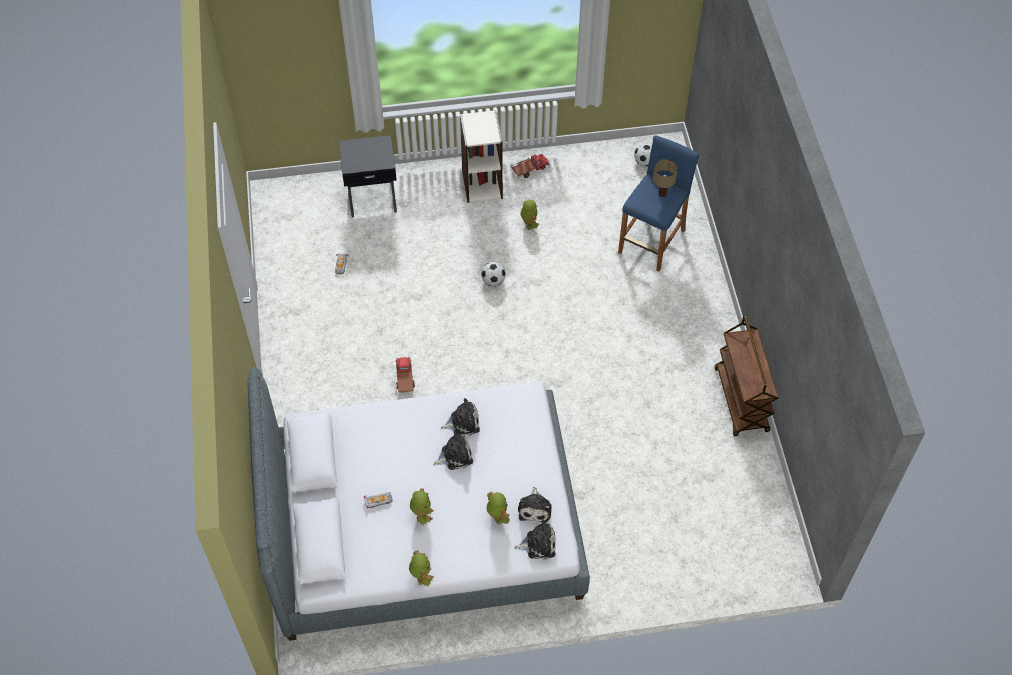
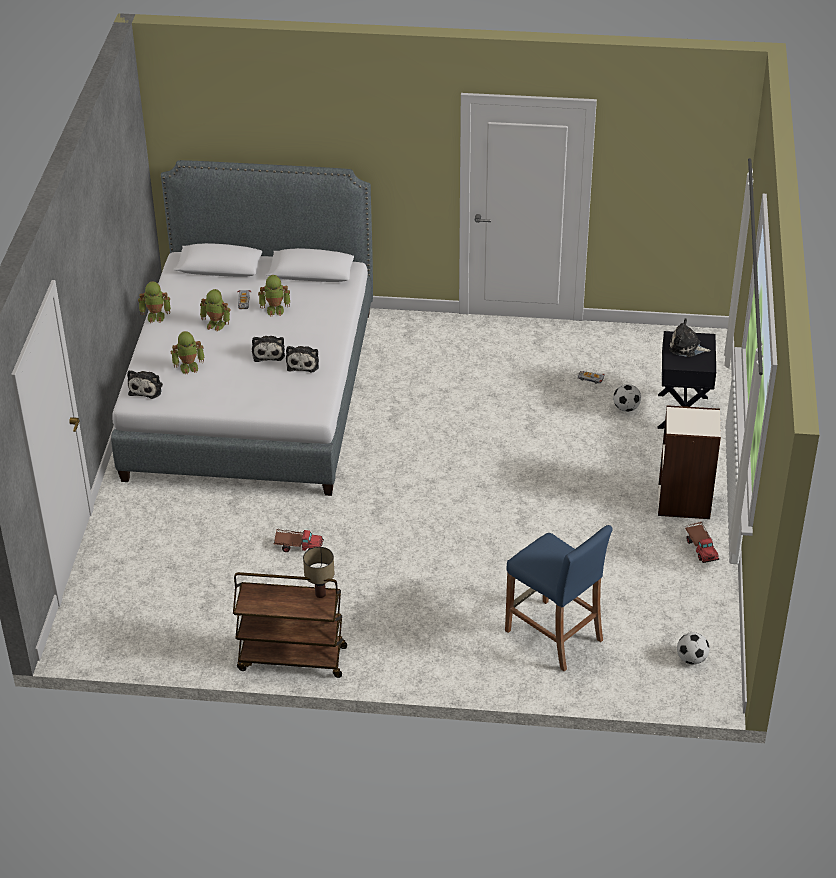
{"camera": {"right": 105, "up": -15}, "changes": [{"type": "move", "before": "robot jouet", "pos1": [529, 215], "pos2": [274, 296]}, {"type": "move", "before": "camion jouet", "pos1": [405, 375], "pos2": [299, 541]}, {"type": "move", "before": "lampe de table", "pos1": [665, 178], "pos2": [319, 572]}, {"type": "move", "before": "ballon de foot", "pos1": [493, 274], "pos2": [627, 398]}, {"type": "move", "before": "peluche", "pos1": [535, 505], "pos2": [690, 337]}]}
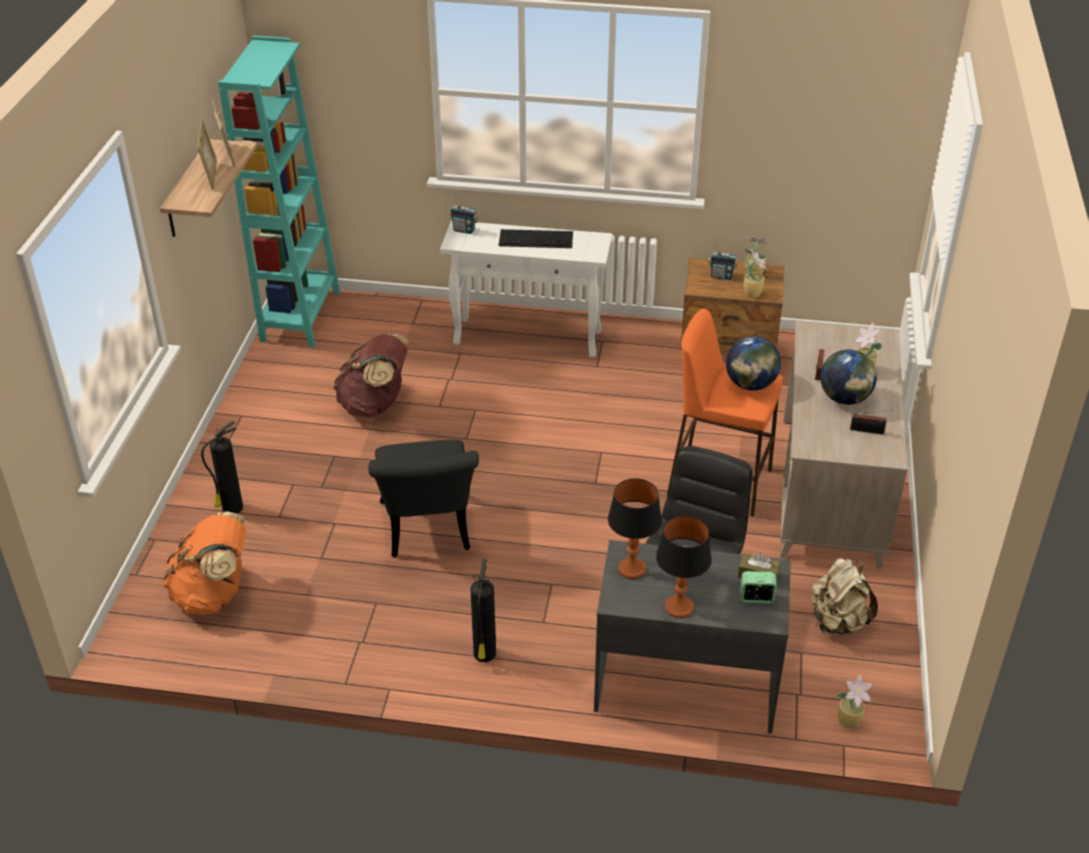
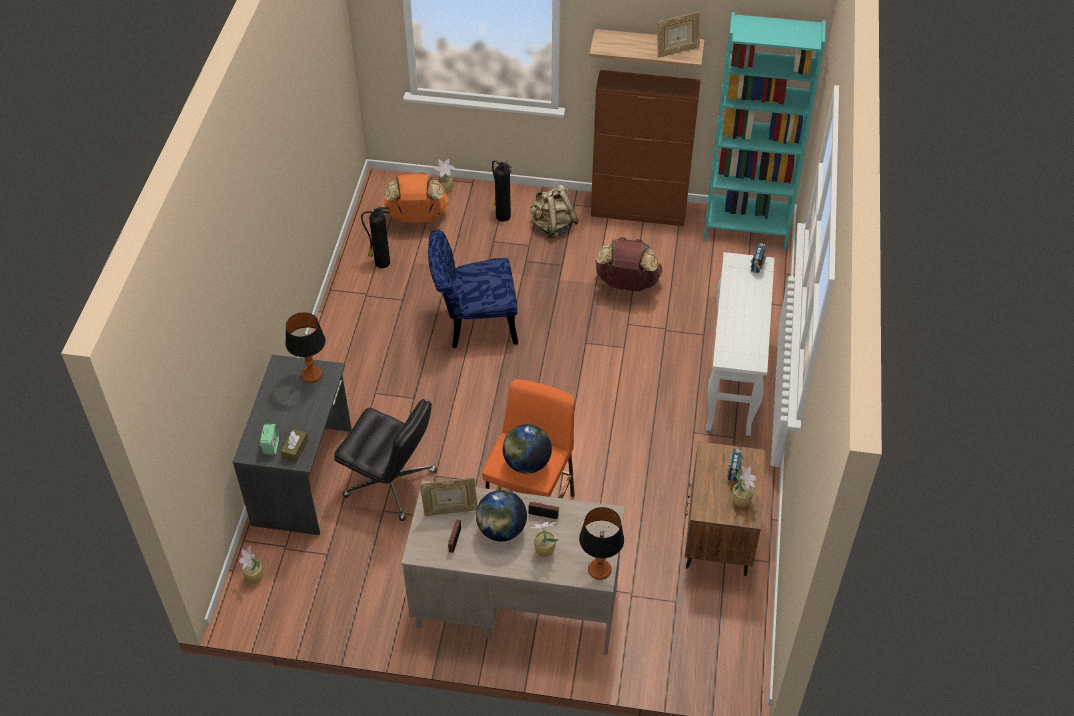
{"camera": {"right": 90, "up": 10}, "changes": [{"type": "move", "before": "extincteur", "pos1": [483, 610], "pos2": [376, 237]}, {"type": "move", "before": "cadre photo", "pos1": [207, 154], "pos2": [449, 497]}, {"type": "recolor", "before": "chaise/noir", "after": "chaise/bleu", "pos1": [423, 499], "pos2": [473, 289]}, {"type": "move", "before": "plante en pot", "pos1": [755, 273], "pos2": [445, 176]}, {"type": "move", "before": "sac à dos/beige", "pos1": [845, 596], "pos2": [554, 211]}, {"type": "move", "before": "lampe de table", "pos1": [684, 567], "pos2": [601, 543]}, {"type": "insert", "after": "meuble de rangement/marron", "pos2": [646, 148]}, {"type": "delete", "before": "clavier", "pos1": [535, 238]}]}
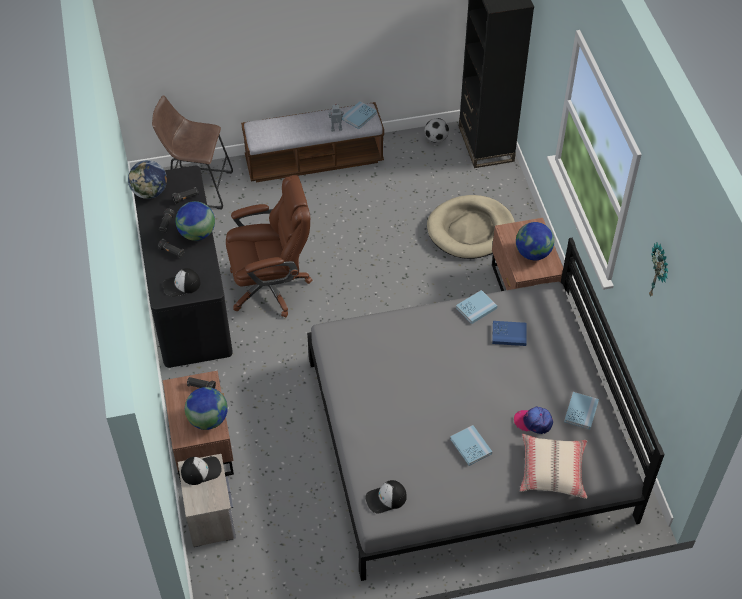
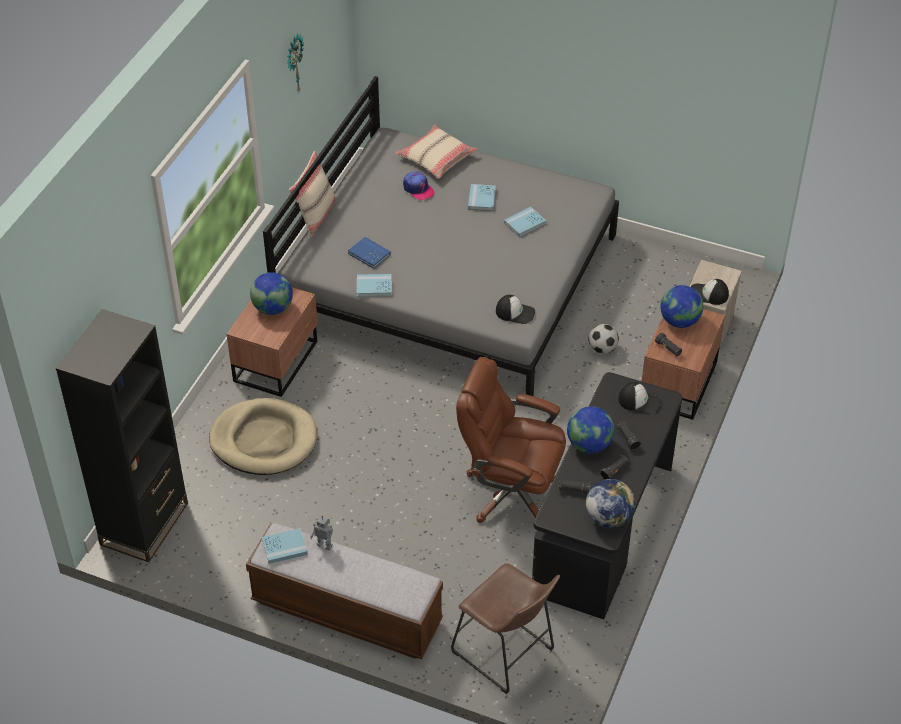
{"camera": {"right": -145, "up": -5}, "changes": [{"type": "insert", "after": "coussin/beige", "pos2": [313, 194]}, {"type": "move", "before": "casquette", "pos1": [386, 497], "pos2": [515, 309]}, {"type": "move", "before": "livre/bleu", "pos1": [581, 411], "pos2": [525, 222]}, {"type": "move", "before": "ballon de foot", "pos1": [437, 130], "pos2": [604, 339]}]}
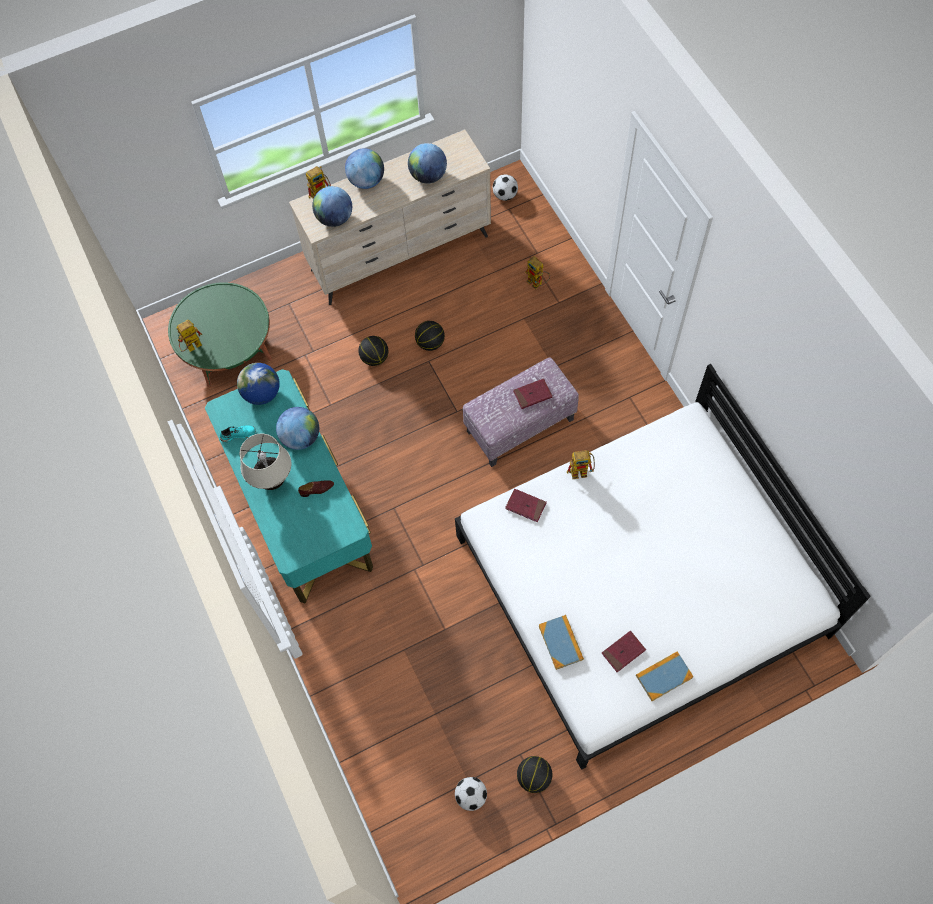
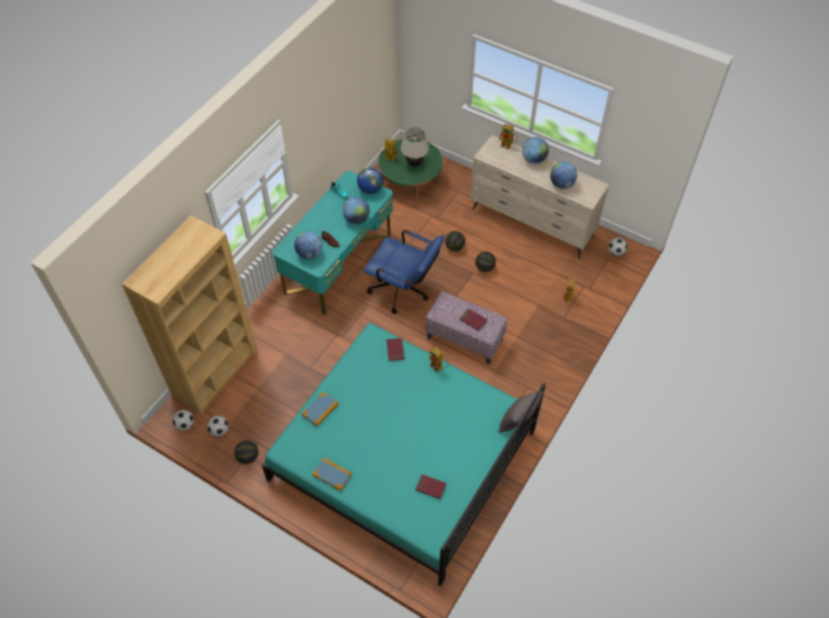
{"camera": {"right": 55, "up": -10}, "changes": [{"type": "insert", "after": "bibliothèque/marron", "pos2": [189, 314]}, {"type": "insert", "after": "ballon de foot", "pos2": [183, 420]}, {"type": "recolor", "before": "lit/blanc", "after": "lit/turquoise", "pos1": [663, 567], "pos2": [404, 454]}, {"type": "move", "before": "globe", "pos1": [332, 206], "pos2": [308, 245]}, {"type": "insert", "after": "chaise de bureau/bleu", "pos2": [404, 272]}, {"type": "move", "before": "lampe de table/beige", "pos1": [265, 462], "pos2": [415, 147]}, {"type": "move", "before": "livre/rouge", "pos1": [624, 651], "pos2": [430, 486]}, {"type": "insert", "after": "coussin/gris", "pos2": [520, 412]}]}
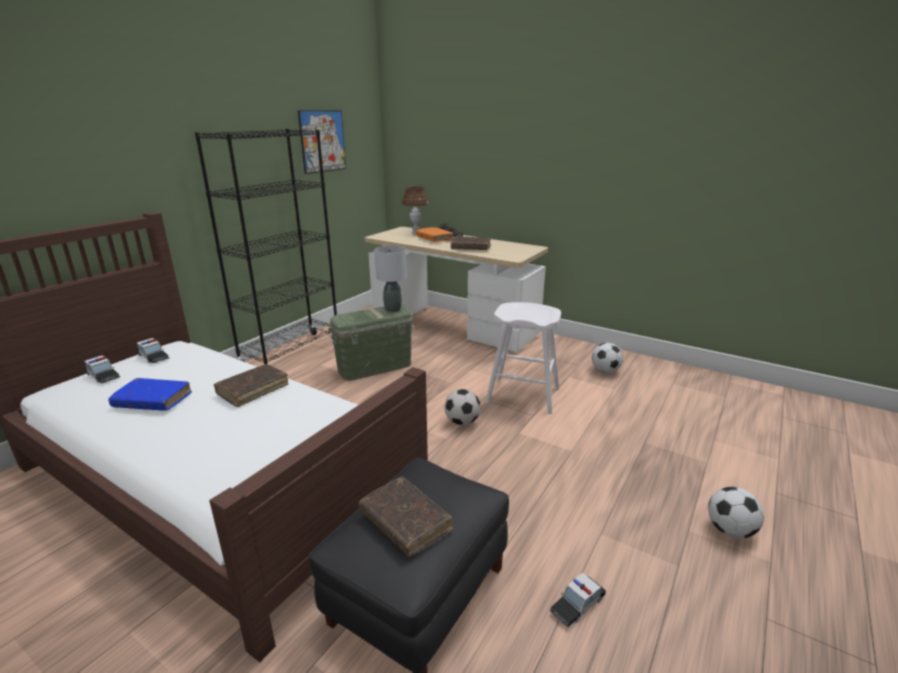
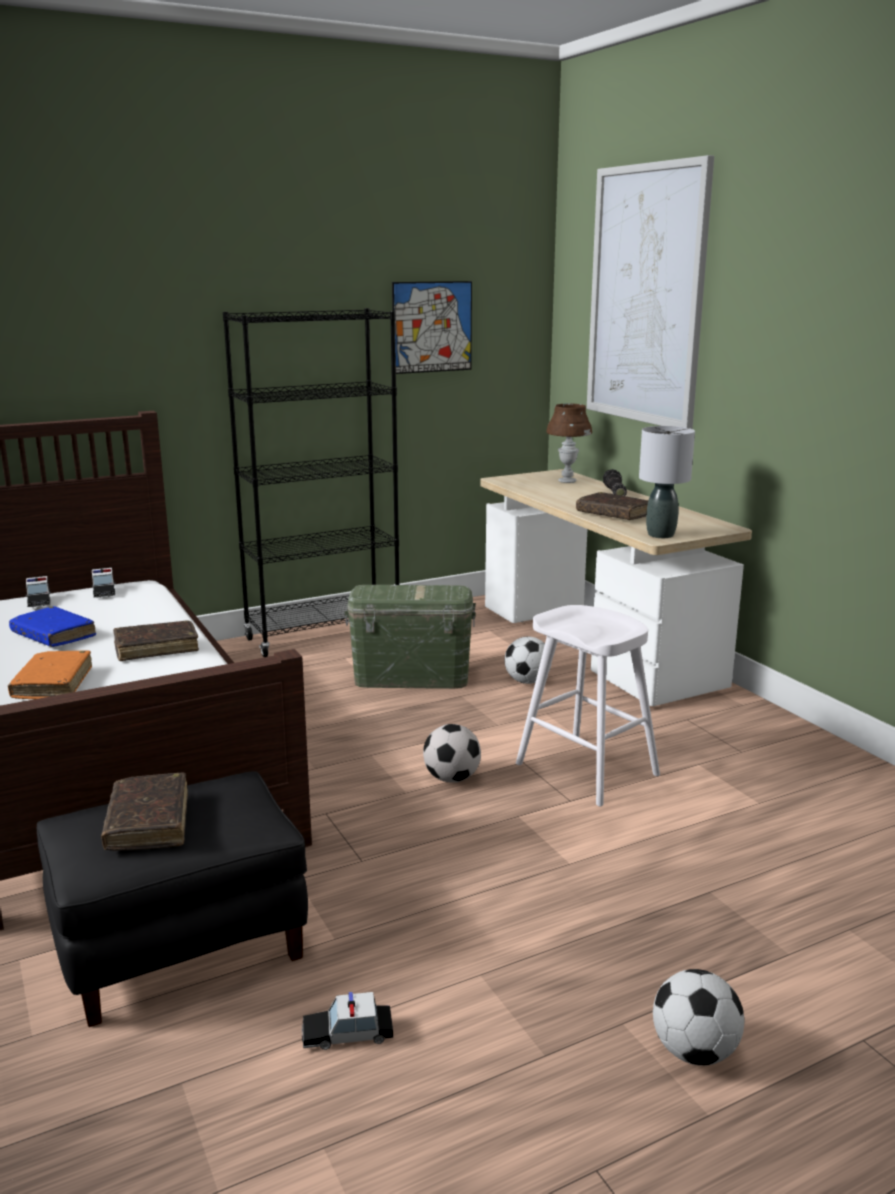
{"camera": {"right": 30, "up": -5}, "changes": [{"type": "move", "before": "livre/orange", "pos1": [435, 234], "pos2": [50, 675]}, {"type": "move", "before": "ballon de foot", "pos1": [607, 358], "pos2": [528, 660]}, {"type": "insert", "after": "tableau", "pos2": [650, 292]}, {"type": "move", "before": "lampe de table/gris", "pos1": [391, 278], "pos2": [667, 482]}]}
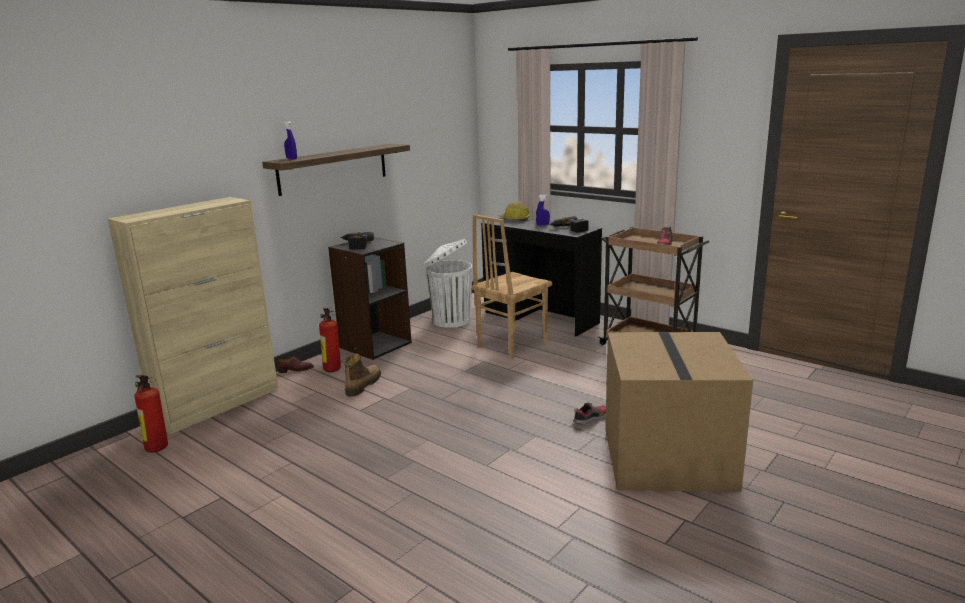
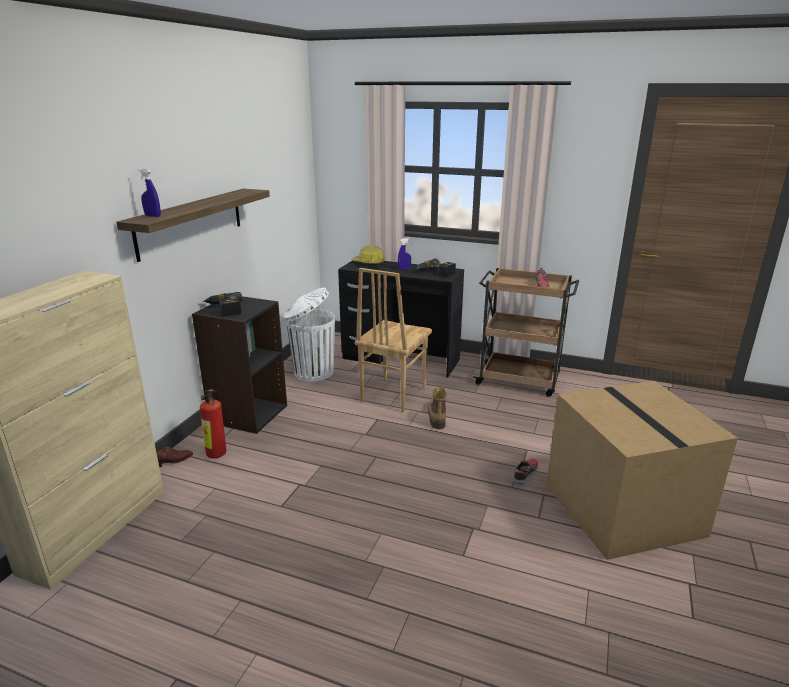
{"camera": {"right": -20, "up": 5}, "changes": [{"type": "move", "before": "botte", "pos1": [362, 375], "pos2": [437, 408]}, {"type": "delete", "before": "extincteur", "pos1": [151, 414]}]}
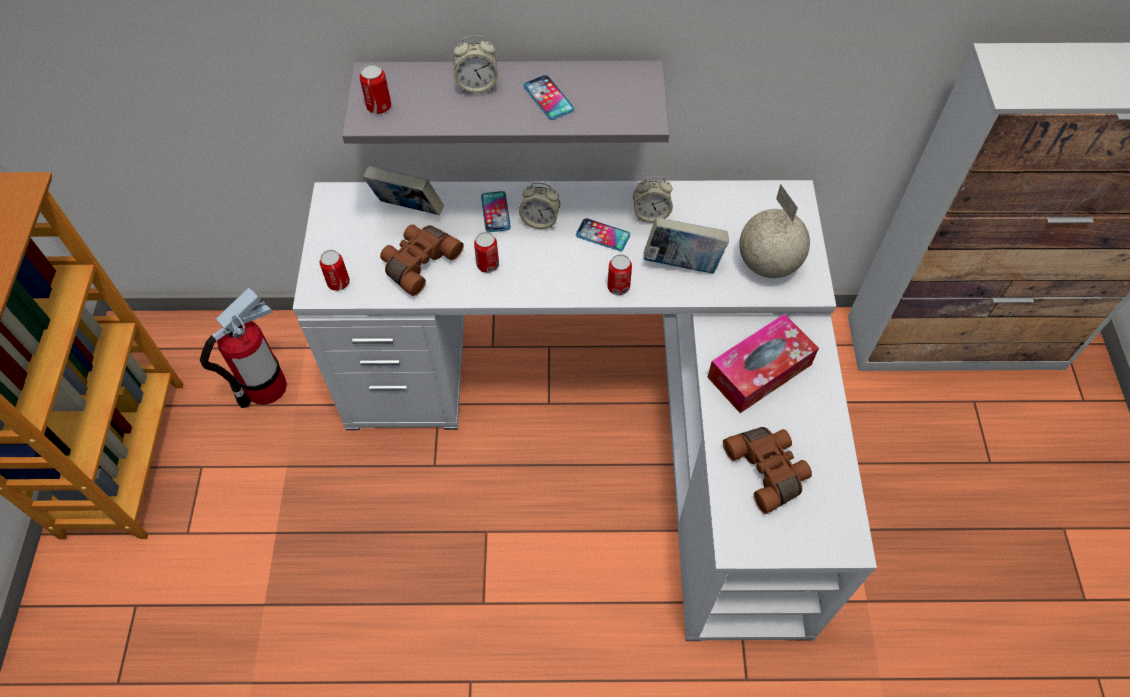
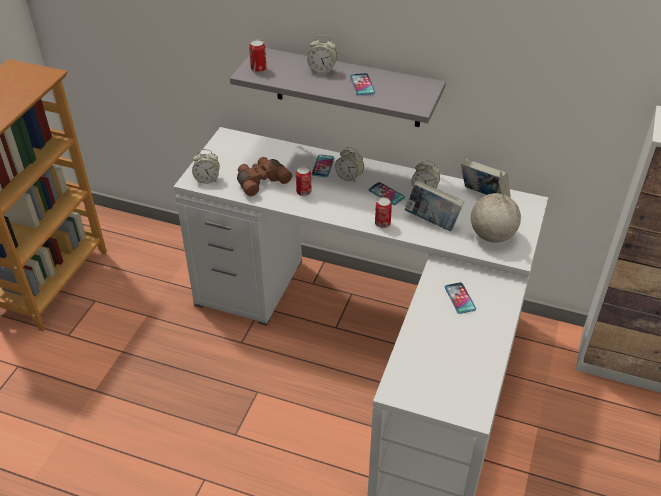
{"camera": {"right": 20, "up": -15}, "changes": [{"type": "replace", "before": "boîte métallique", "after": "réveil", "pos1": [335, 270], "pos2": [206, 166]}, {"type": "replace", "before": "boîte à mouchoirs", "after": "téléphone", "pos1": [763, 363], "pos2": [460, 298]}, {"type": "move", "before": "livre", "pos1": [403, 190], "pos2": [486, 178]}, {"type": "delete", "before": "extincteur", "pos1": [243, 347]}, {"type": "delete", "before": "jumelles/marron", "pos1": [767, 470]}]}
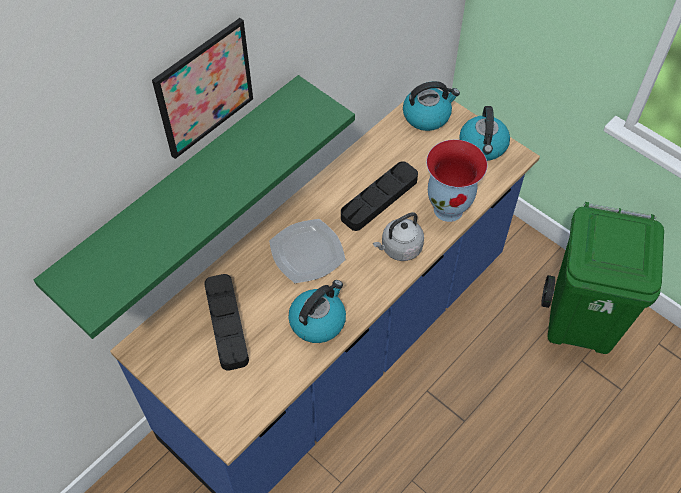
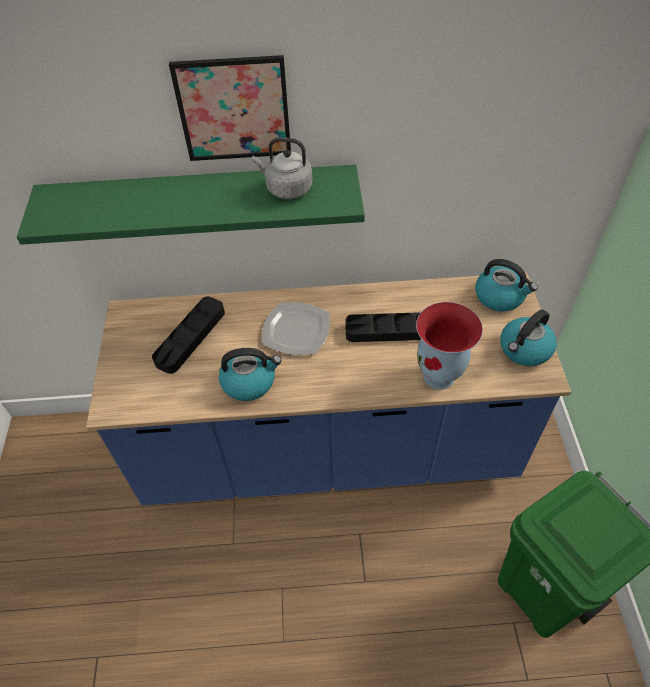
{"camera": {"right": 45, "up": -5}, "changes": [{"type": "move", "before": "bouilloire/gris", "pos1": [398, 236], "pos2": [282, 168]}]}
